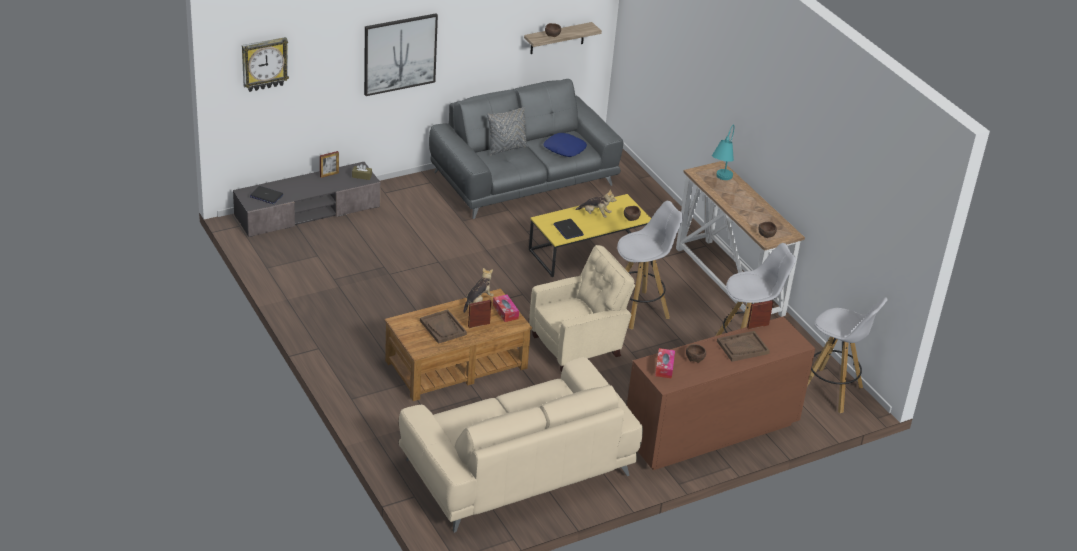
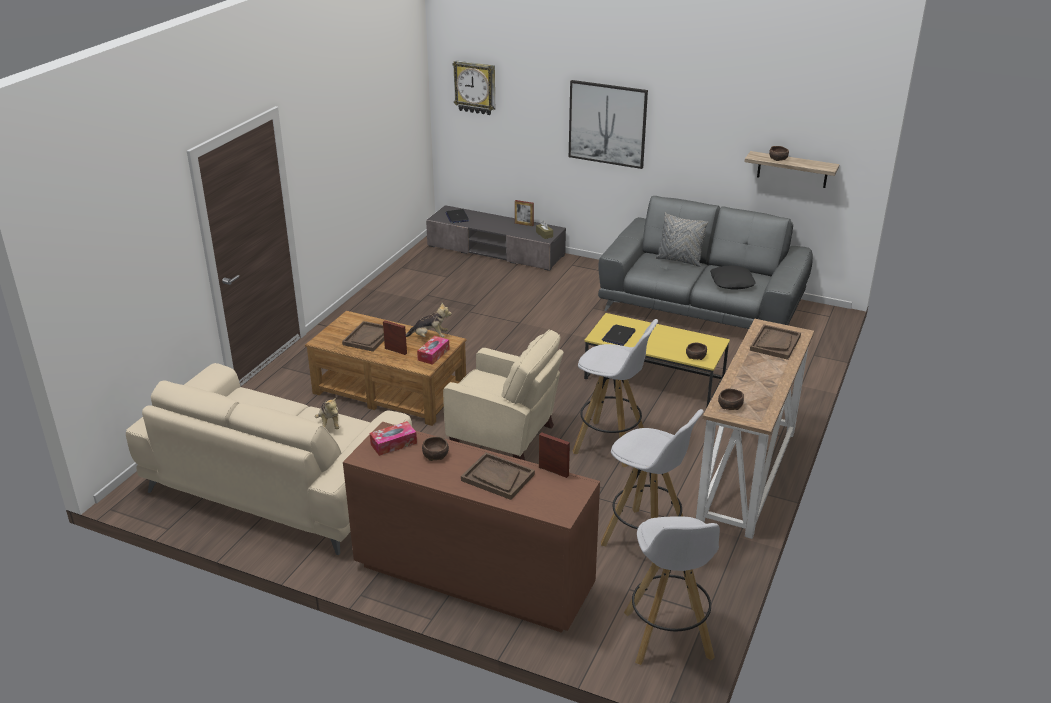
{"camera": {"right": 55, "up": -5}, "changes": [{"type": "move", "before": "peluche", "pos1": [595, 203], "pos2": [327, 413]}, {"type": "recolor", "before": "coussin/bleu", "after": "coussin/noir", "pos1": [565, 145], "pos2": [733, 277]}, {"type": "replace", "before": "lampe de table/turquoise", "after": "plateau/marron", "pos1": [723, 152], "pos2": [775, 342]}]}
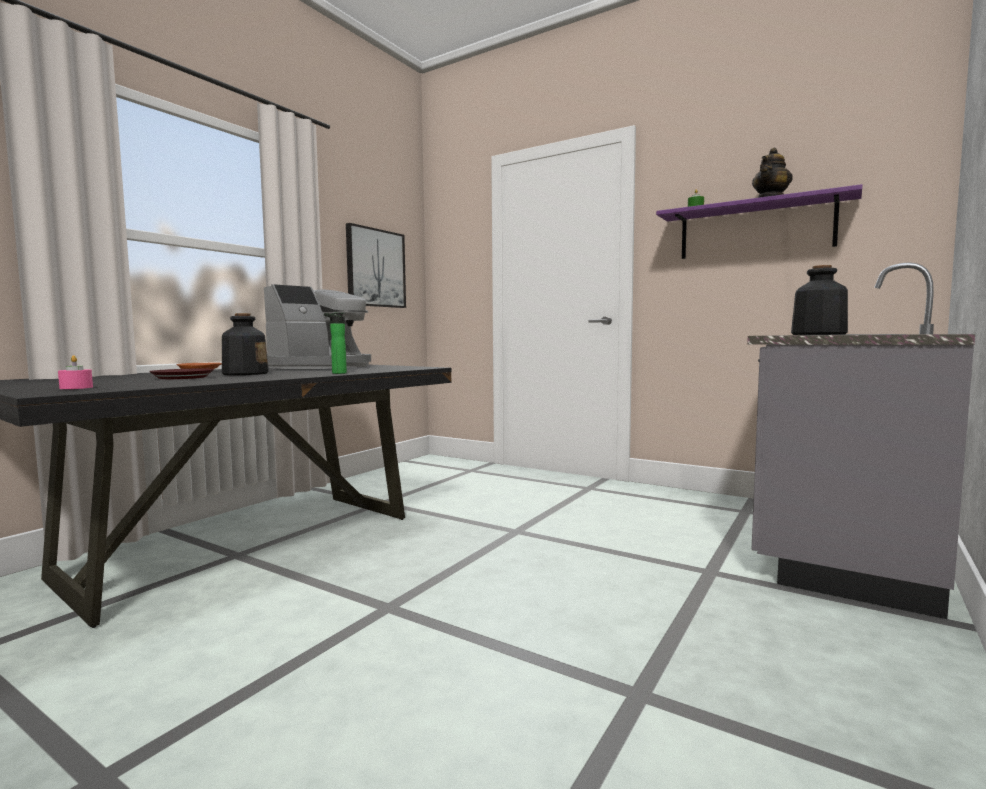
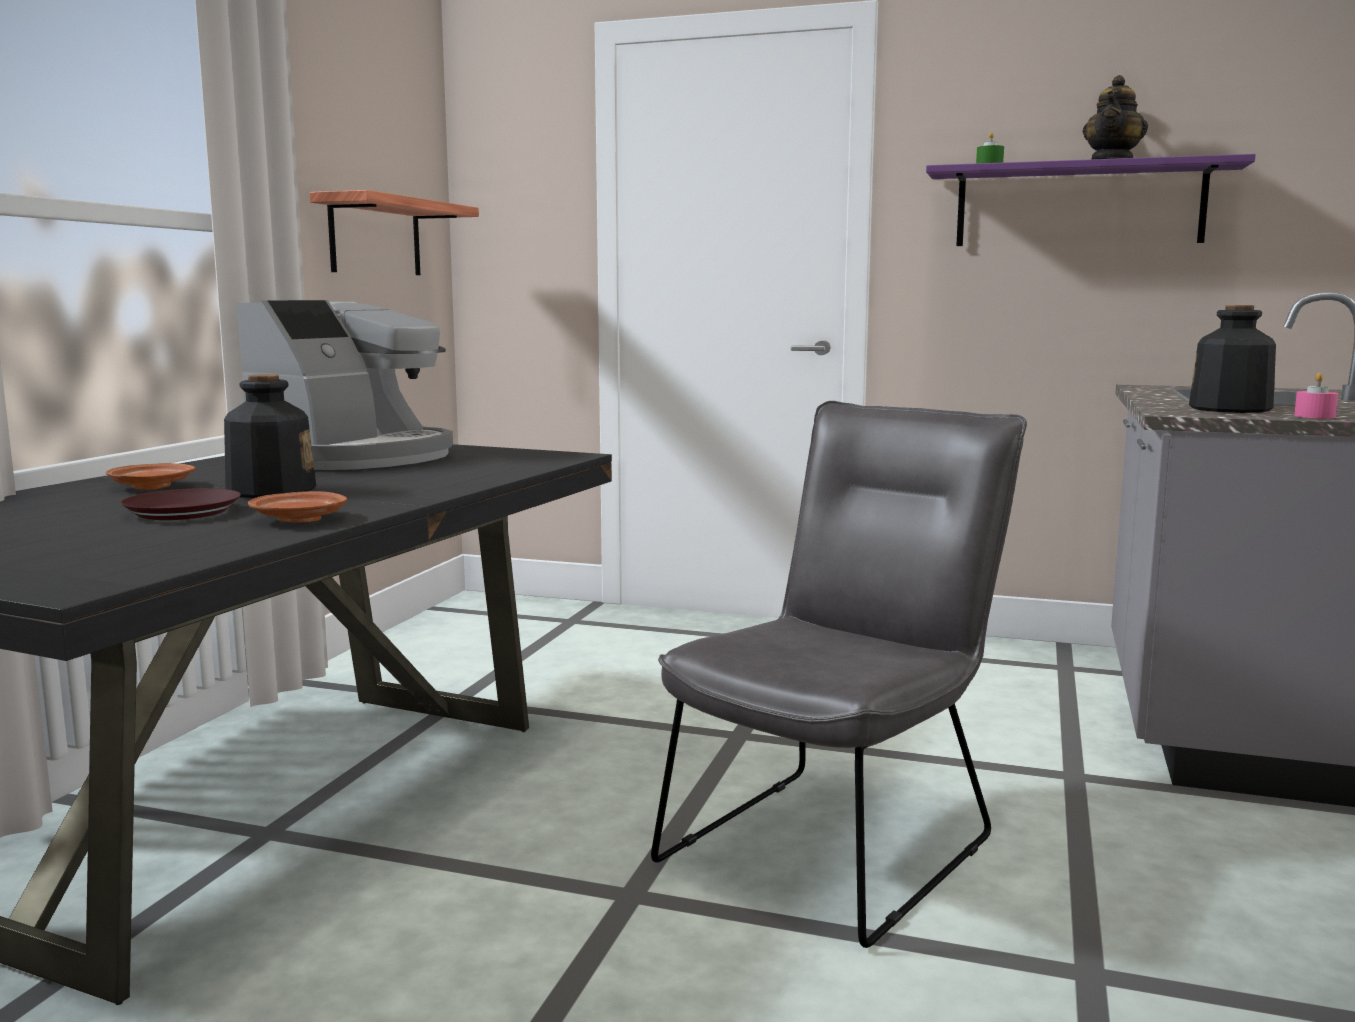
{"camera": {"right": -15, "up": 5}, "changes": [{"type": "insert", "after": "assiette/marron", "pos2": [297, 507]}, {"type": "replace", "before": "tableau", "after": "étagère", "pos1": [376, 265], "pos2": [394, 232]}, {"type": "insert", "after": "chaise/gris", "pos2": [839, 674]}, {"type": "move", "before": "bougie/rose", "pos1": [75, 372], "pos2": [1316, 395]}, {"type": "delete", "before": "bouteille", "pos1": [335, 343]}]}
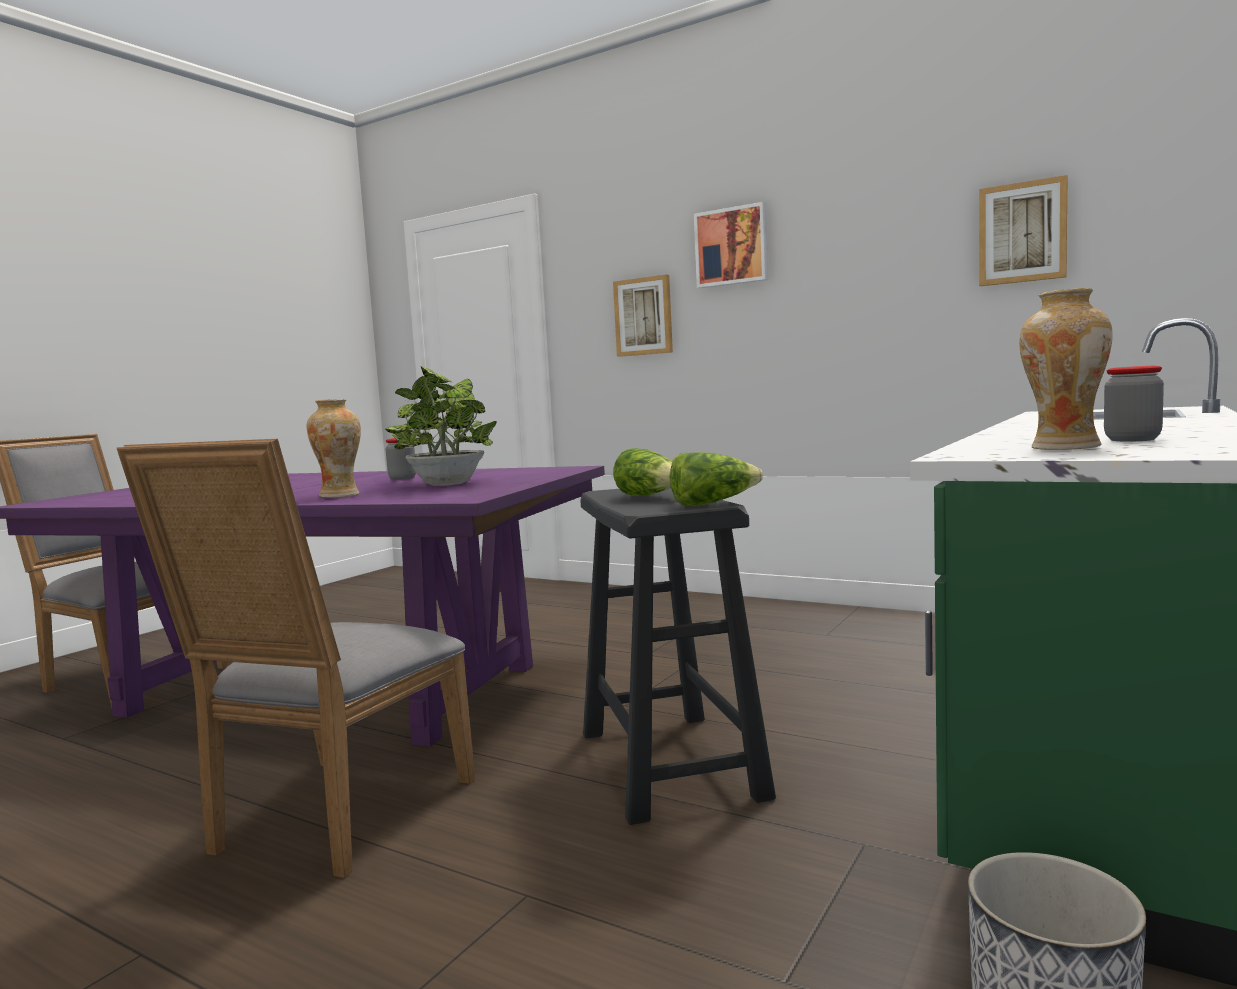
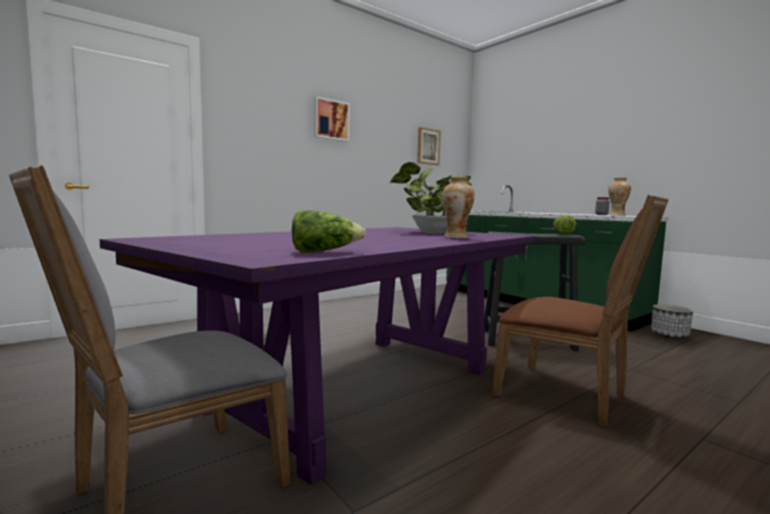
{"camera": {"right": -70, "up": 0}, "changes": [{"type": "move", "before": "laitue", "pos1": [642, 472], "pos2": [329, 231]}, {"type": "recolor", "before": "chaise/gris", "after": "chaise/marron", "pos1": [296, 658], "pos2": [580, 311]}, {"type": "delete", "before": "bocal", "pos1": [401, 459]}, {"type": "delete", "before": "tableau", "pos1": [643, 315]}]}
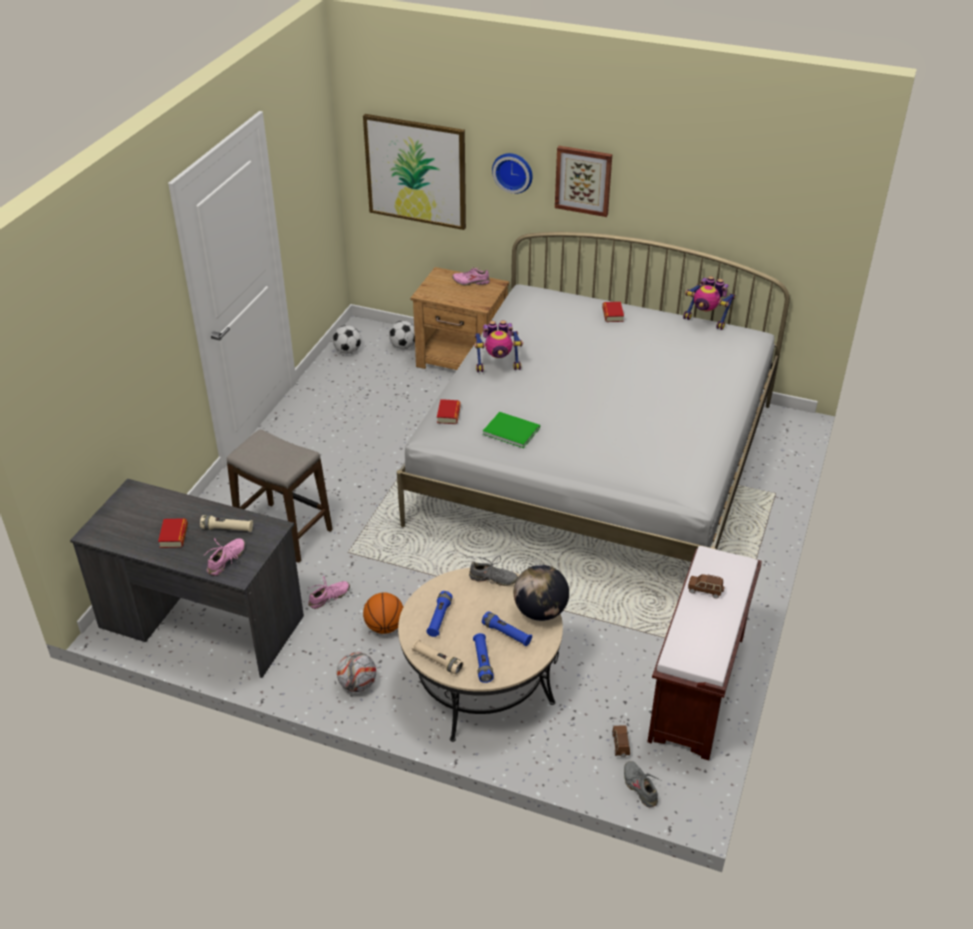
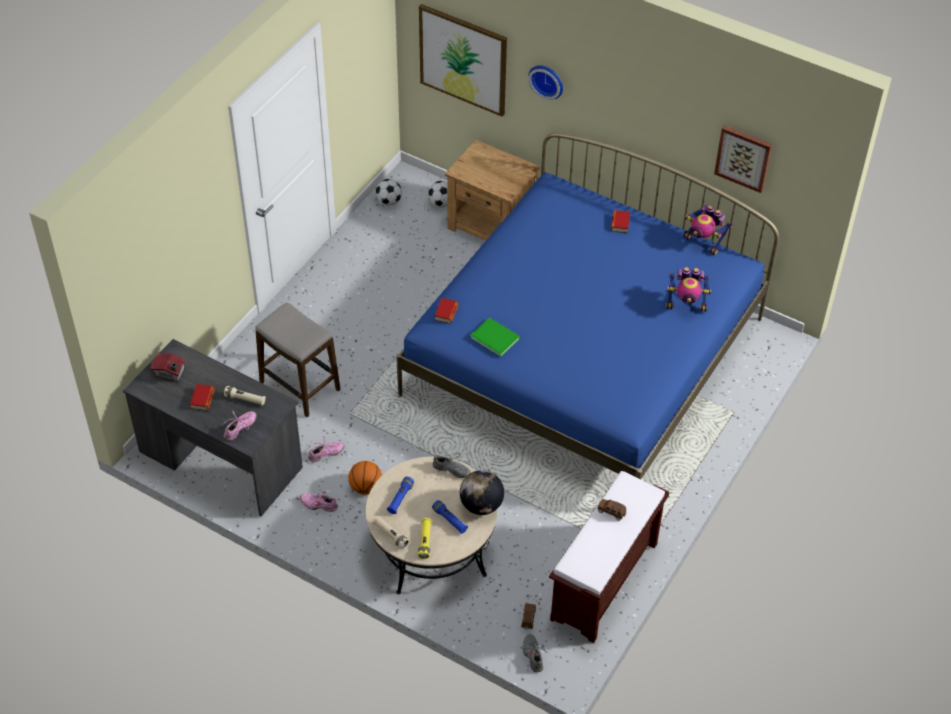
{"camera": {"right": 10, "up": 10}, "changes": [{"type": "insert", "after": "maison miniature", "pos2": [168, 368]}, {"type": "move", "before": "chaussure/rose", "pos1": [471, 276], "pos2": [319, 501]}, {"type": "recolor", "before": "lit/blanc", "after": "lit/bleu", "pos1": [593, 397], "pos2": [587, 306]}, {"type": "recolor", "before": "lampe de poche/bleu", "after": "lampe de poche/jaune", "pos1": [483, 658], "pos2": [425, 538]}, {"type": "move", "before": "robot jouet", "pos1": [498, 346], "pos2": [688, 289]}, {"type": "move", "before": "tableau", "pos1": [583, 181], "pos2": [743, 159]}, {"type": "delete", "before": "ballon de foot", "pos1": [356, 672]}]}
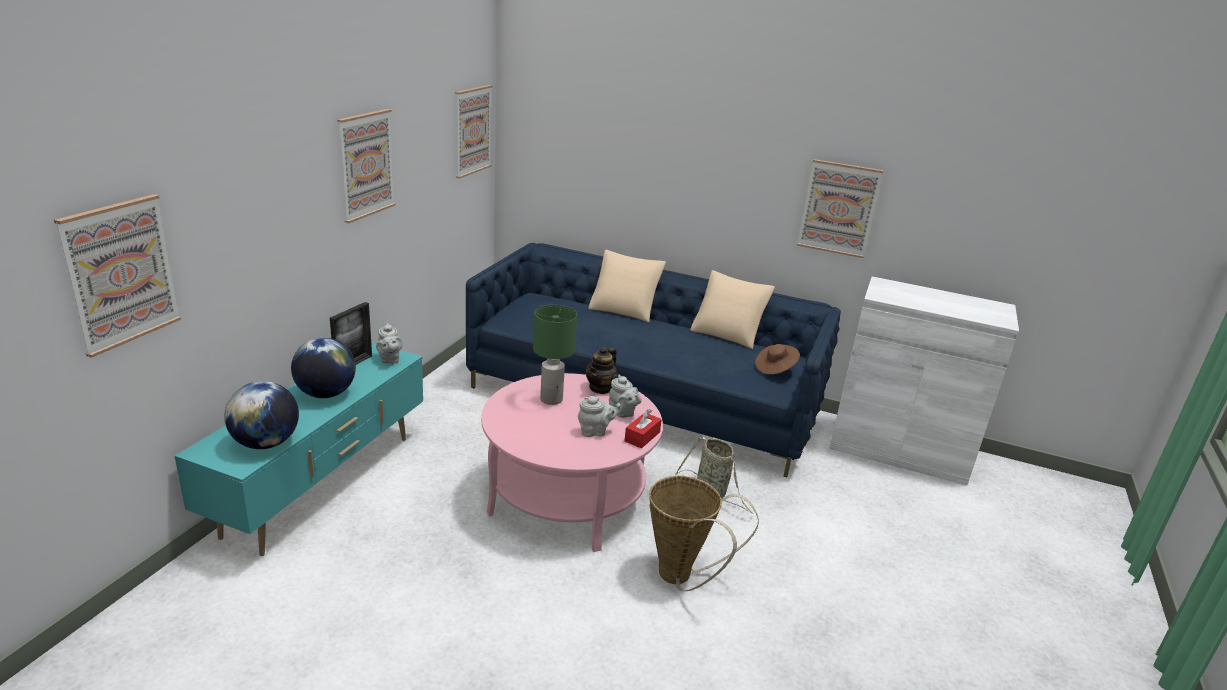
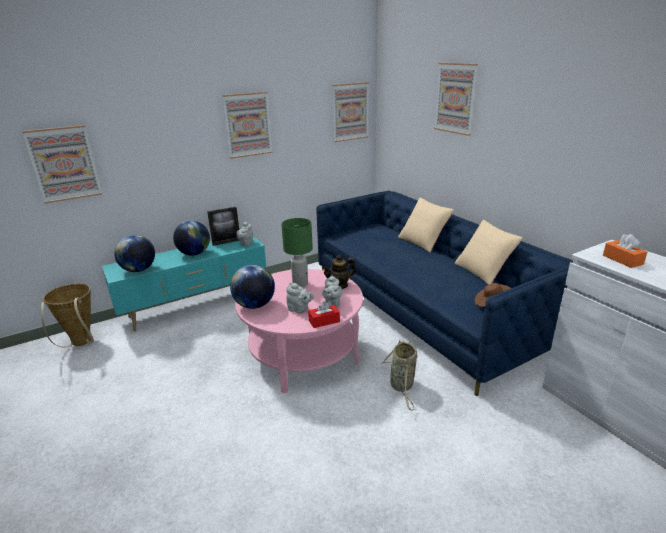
{"camera": {"right": 40, "up": 0}, "changes": [{"type": "move", "before": "panier", "pos1": [704, 533], "pos2": [67, 315]}, {"type": "insert", "after": "globe", "pos2": [252, 287]}, {"type": "move", "before": "tableau", "pos1": [840, 208], "pos2": [456, 99]}, {"type": "insert", "after": "boîte à mouchoirs/orange", "pos2": [625, 251]}]}
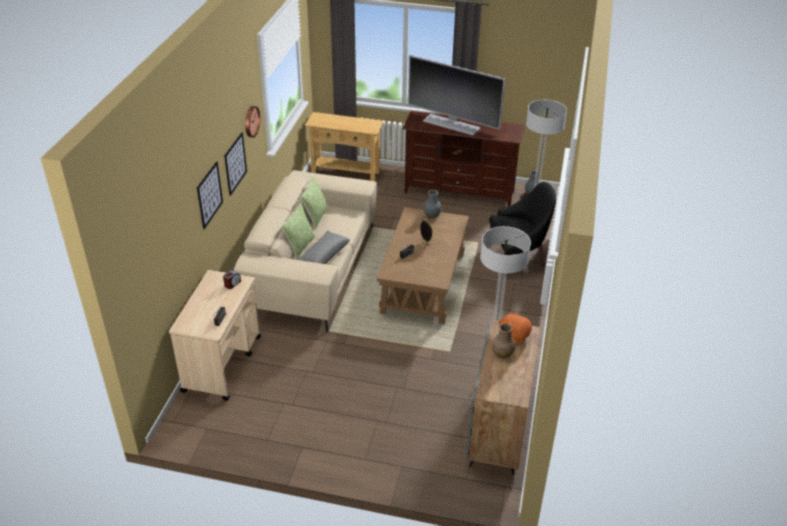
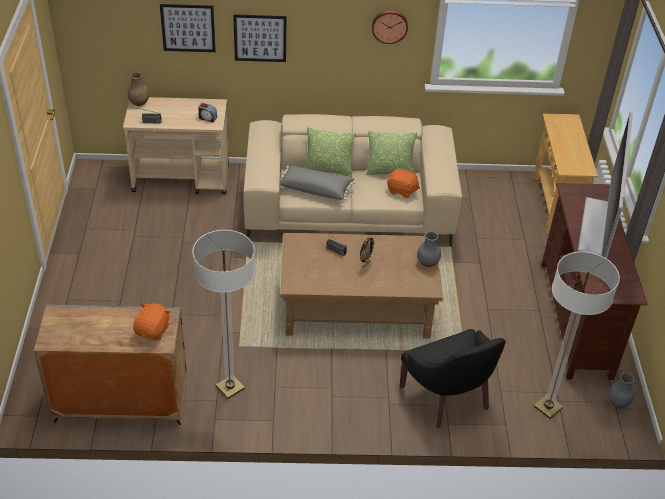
{"camera": {"right": 75, "up": 5}, "changes": [{"type": "move", "before": "vase/marron", "pos1": [503, 340], "pos2": [138, 89]}, {"type": "move", "before": "tableau", "pos1": [235, 164], "pos2": [188, 28]}, {"type": "insert", "after": "peluche/orange", "pos2": [403, 183]}]}
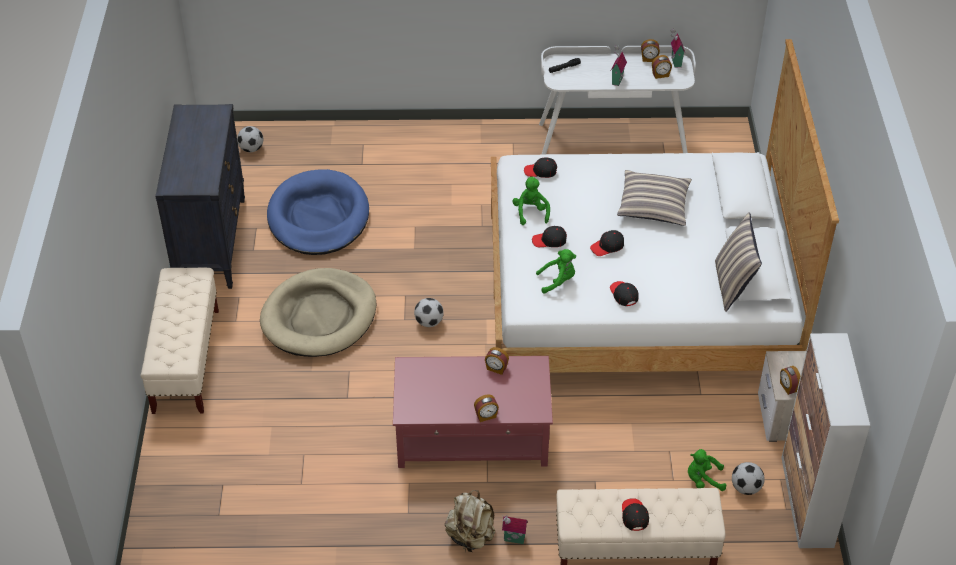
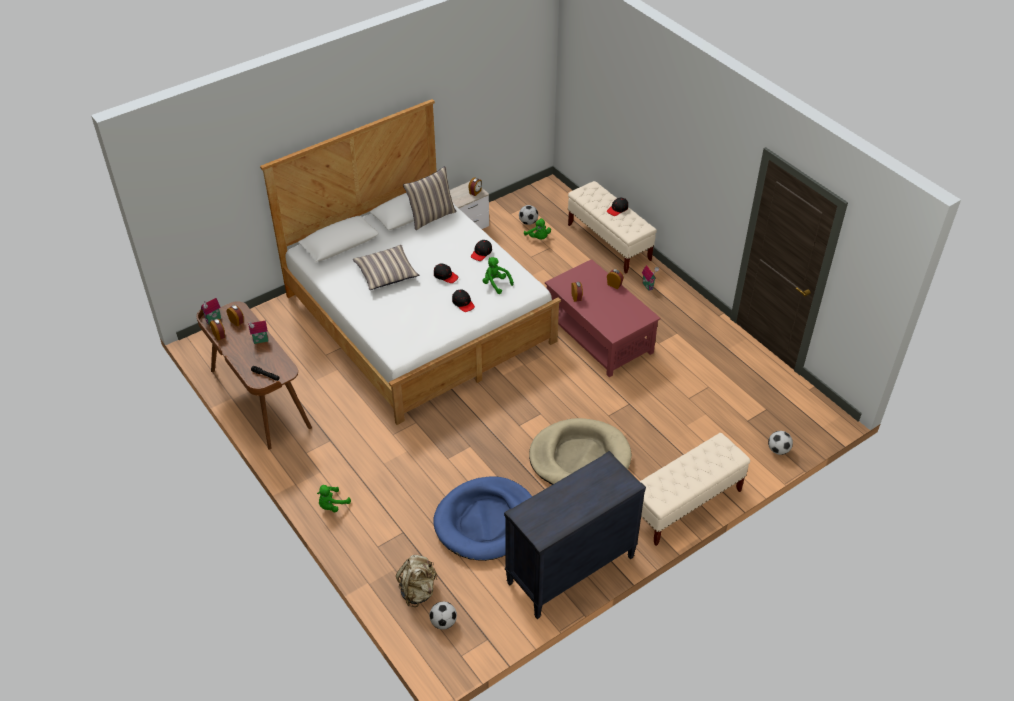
{"camera": {"right": -125, "up": 0}, "changes": [{"type": "recolor", "before": "bureau/blanc", "after": "bureau/marron", "pos1": [617, 100], "pos2": [254, 375]}, {"type": "move", "before": "peluche/vert", "pos1": [531, 201], "pos2": [334, 498]}, {"type": "move", "before": "sac à dos/beige", "pos1": [470, 521], "pos2": [416, 581]}, {"type": "move", "before": "ballon de foot", "pos1": [429, 312], "pos2": [780, 443]}, {"type": "delete", "before": "casquette/noir", "pos1": [540, 168]}, {"type": "delete", "before": "meuble de rangement", "pos1": [825, 440]}]}
